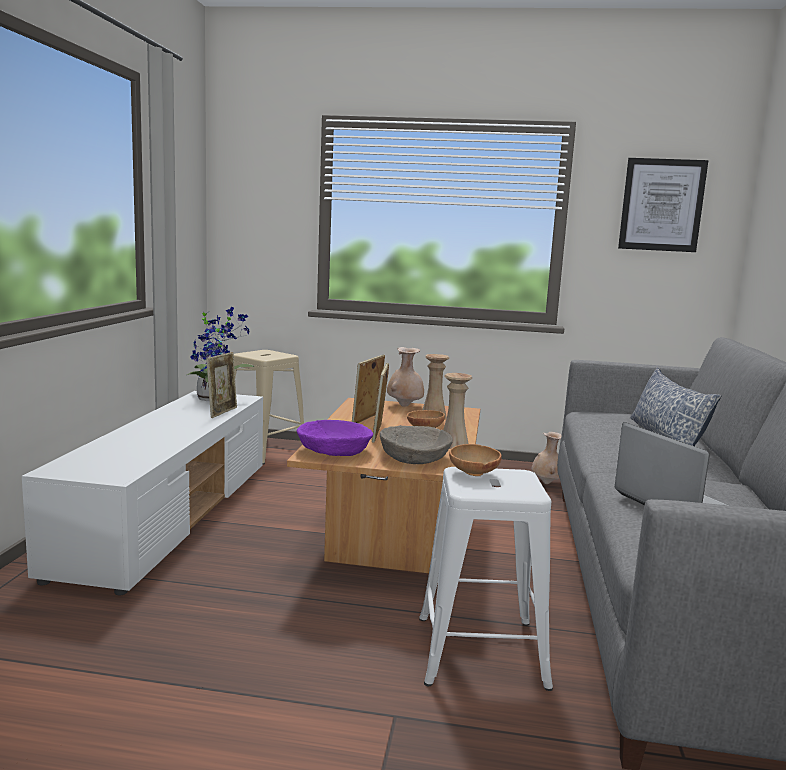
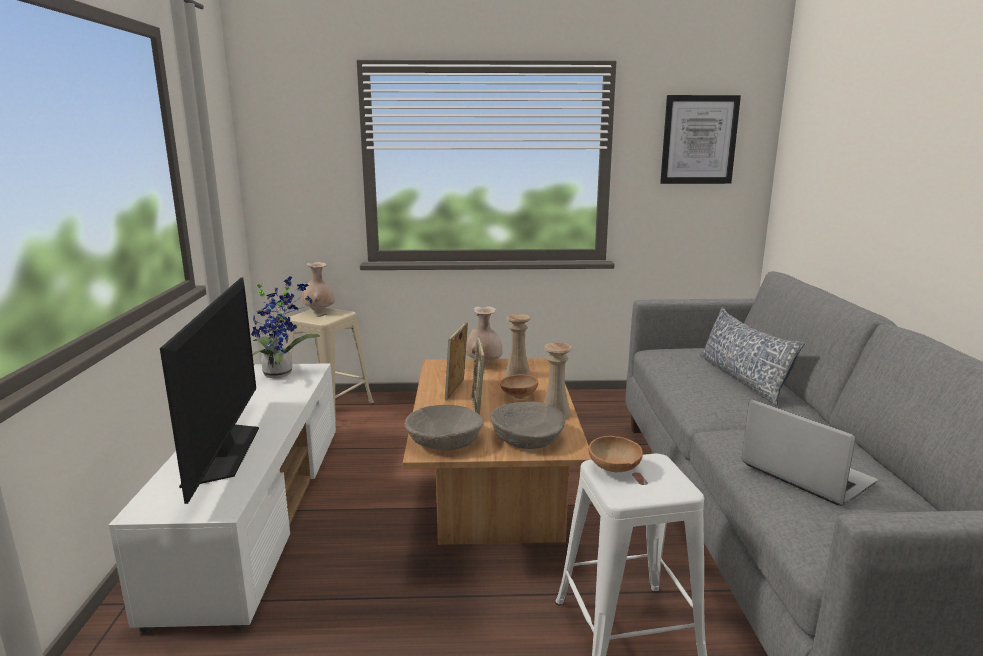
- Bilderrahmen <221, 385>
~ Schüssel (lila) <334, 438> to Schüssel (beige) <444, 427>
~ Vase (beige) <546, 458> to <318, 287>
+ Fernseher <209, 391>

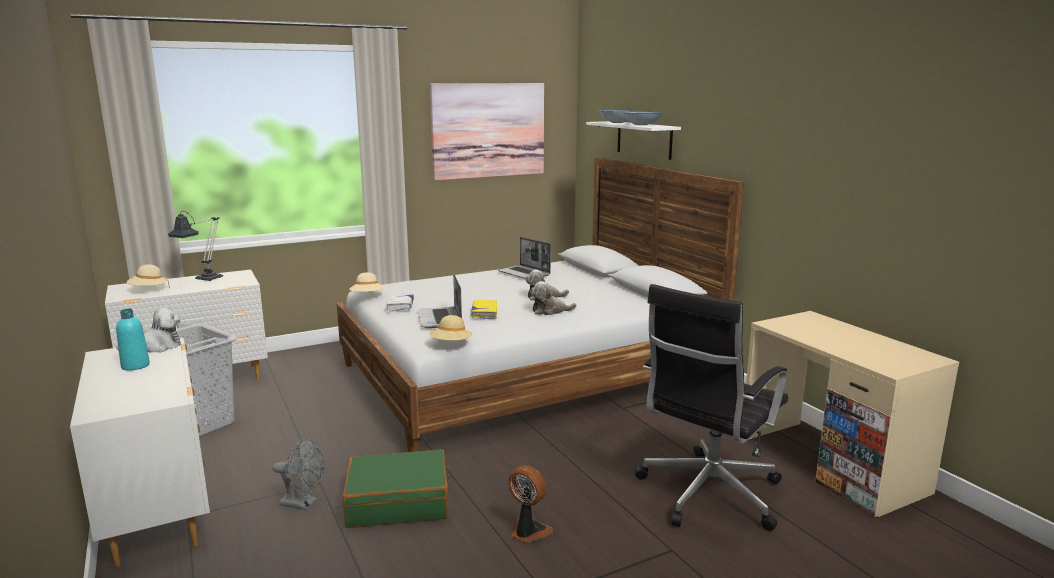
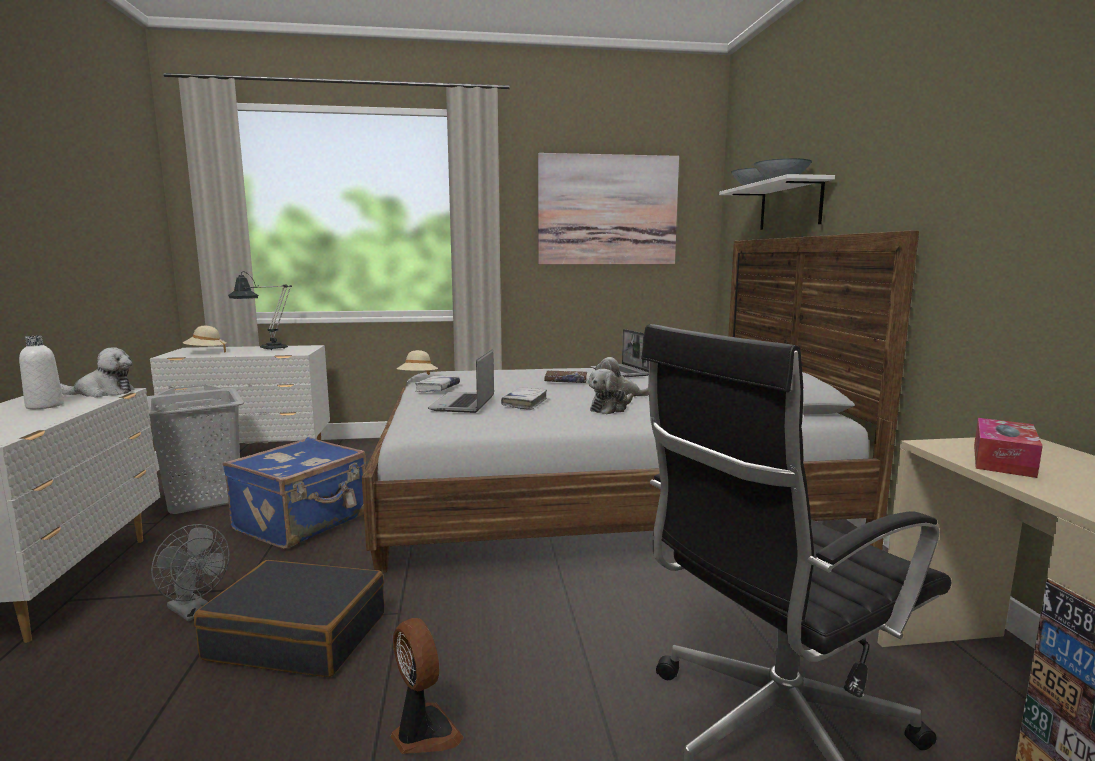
~ Flasche (türkis) <133, 340> to Flasche (weiß) <41, 372>
~ Koffer (grün) <395, 488> to Koffer (schwarz) <289, 618>
- Hut (beige) <450, 328>
~ Buch (gelb) <484, 309> to Buch (weiß) <524, 399>
~ Plüschtier <553, 298> = <610, 391> 60 degrees counterclockwise
+ Koffer (blau) <294, 493>
+ Buch (braun) <565, 376>
+ Taschentuchbox <1008, 448>

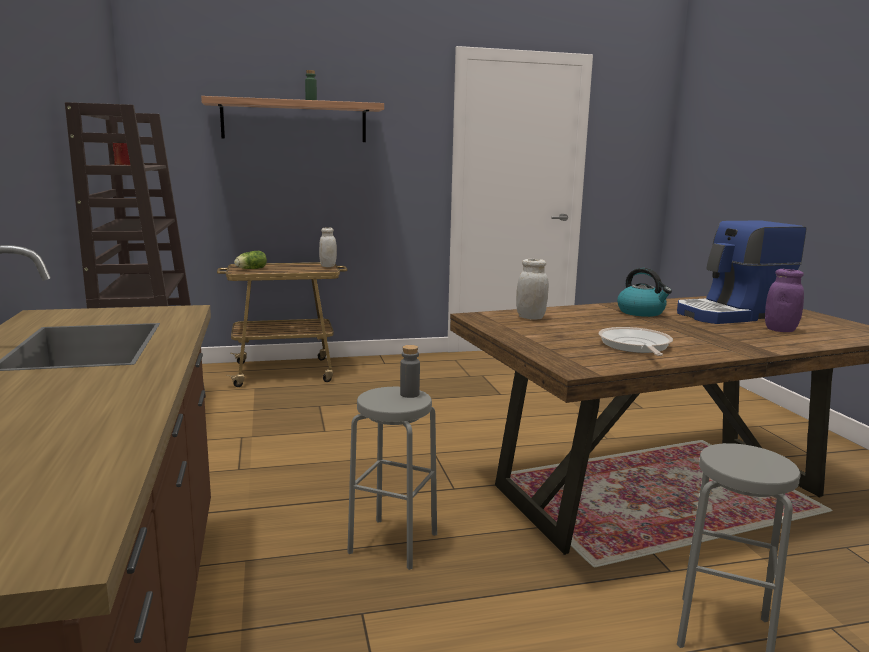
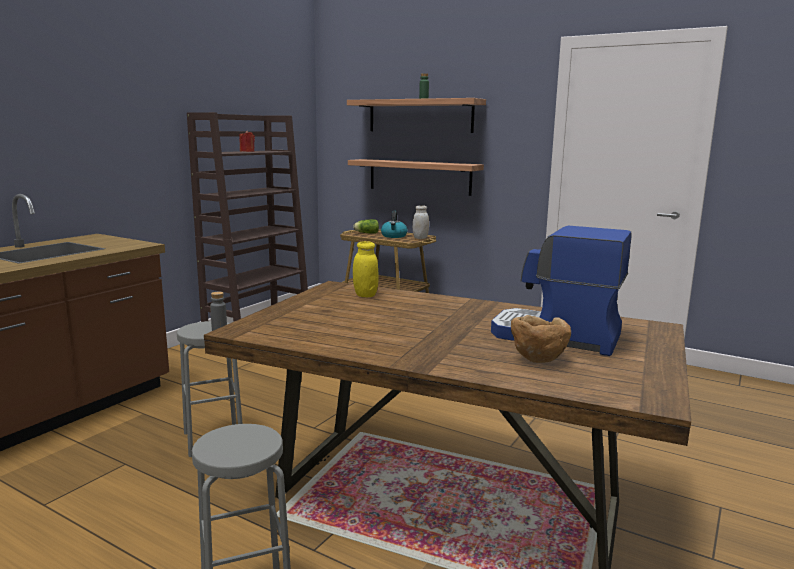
~ Vorratsglas (weiß) <532, 289> to Vorratsglas (gelb) <366, 269>
- Pfanne <635, 341>
~ Wasserkessel <644, 292> to <394, 224>
~ Vorratsglas (lila) <784, 300> to Schüssel (braun) <541, 339>
+ Wandregal <416, 177>

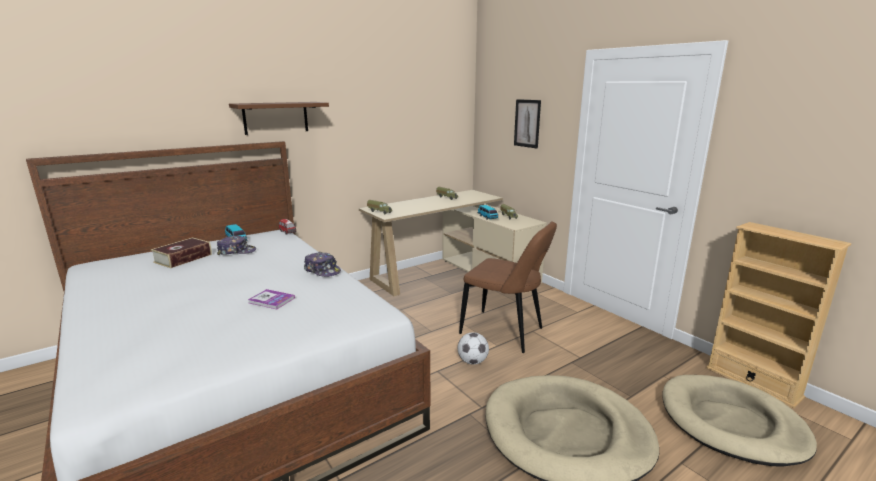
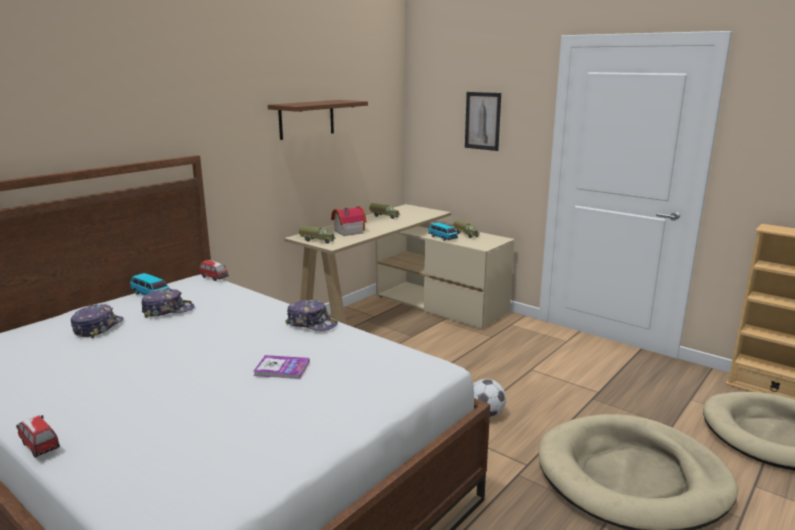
~ Buch <181, 252> to Kappe <97, 321>
~ Wandregal (braun) <279, 118> to <318, 120>
- Stuhl (braun) <508, 287>
+ Spielzeugauto <38, 436>
+ Spielzeughaus <348, 221>

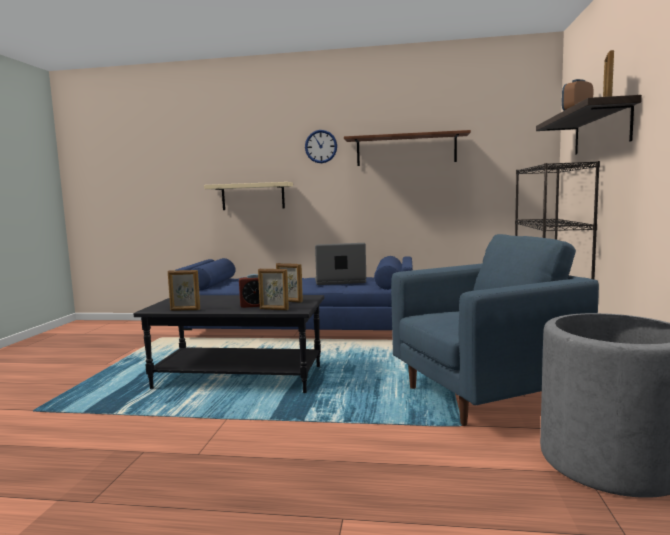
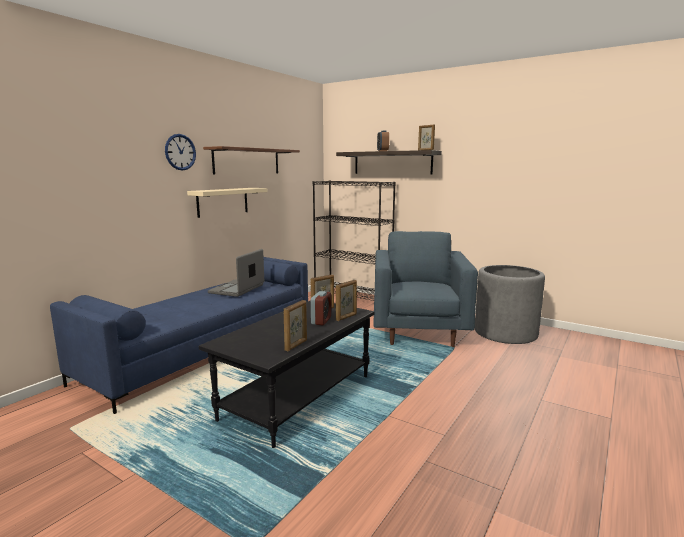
~ Wandregal (beige) <248, 196> to <227, 203>

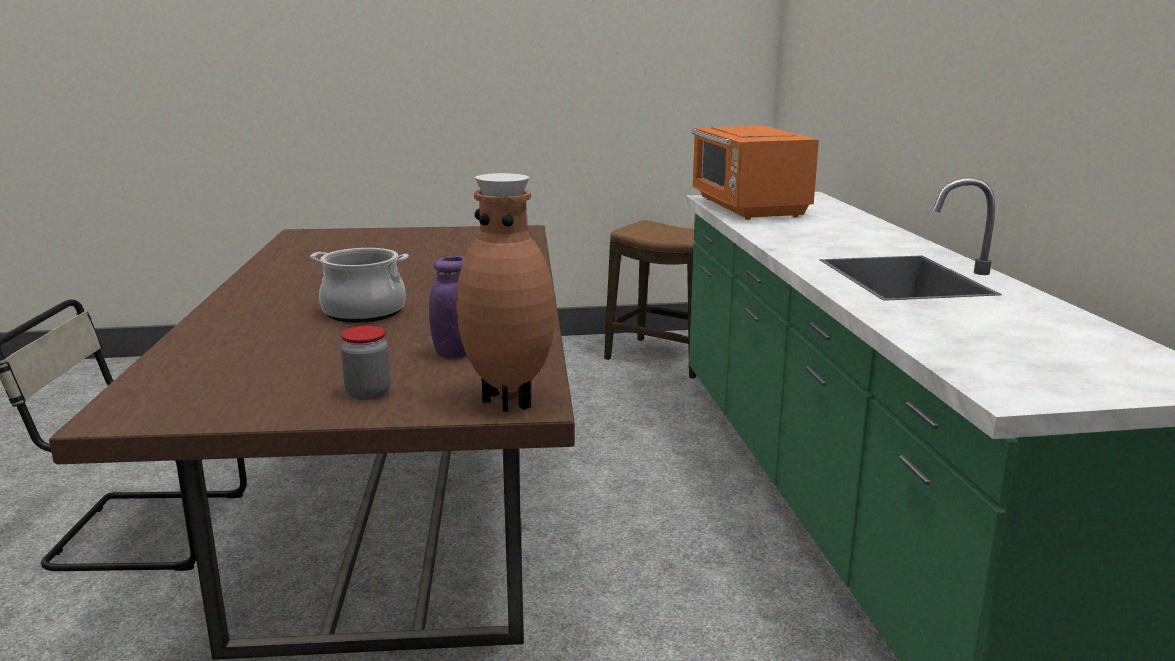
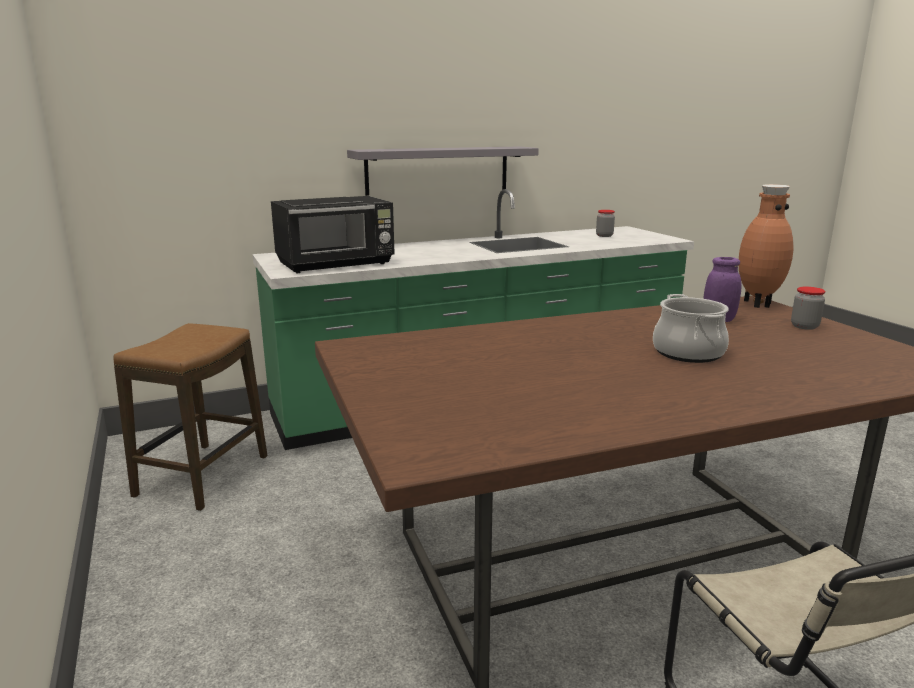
~ Mikrowelle (orange) <755, 173> to Mikrowelle (schwarz) <333, 234>
+ Wandregal (grau) <443, 171>
+ Vorratsglas <605, 223>

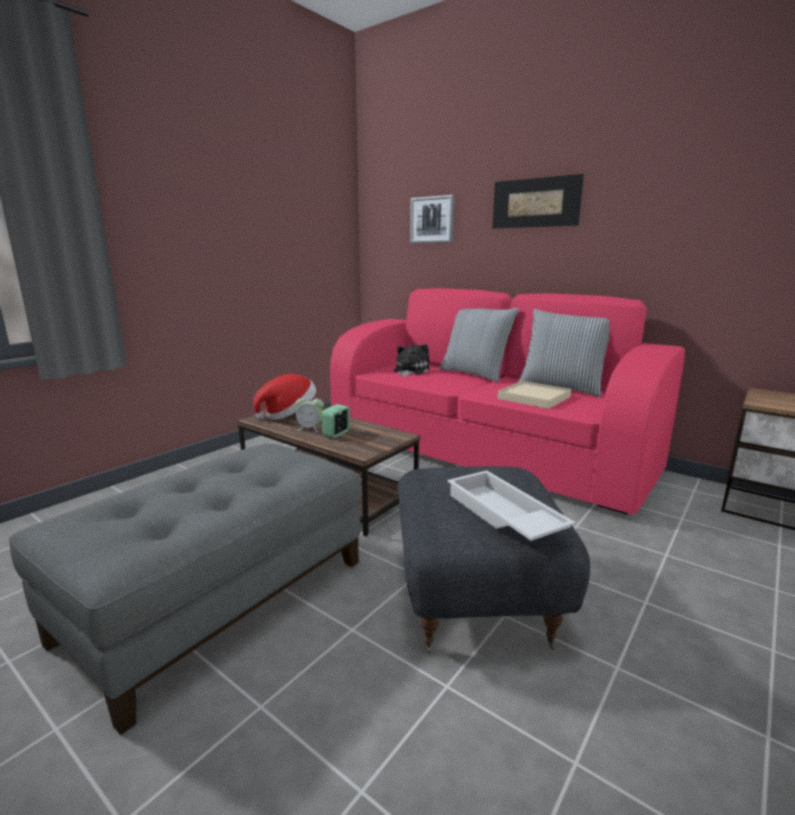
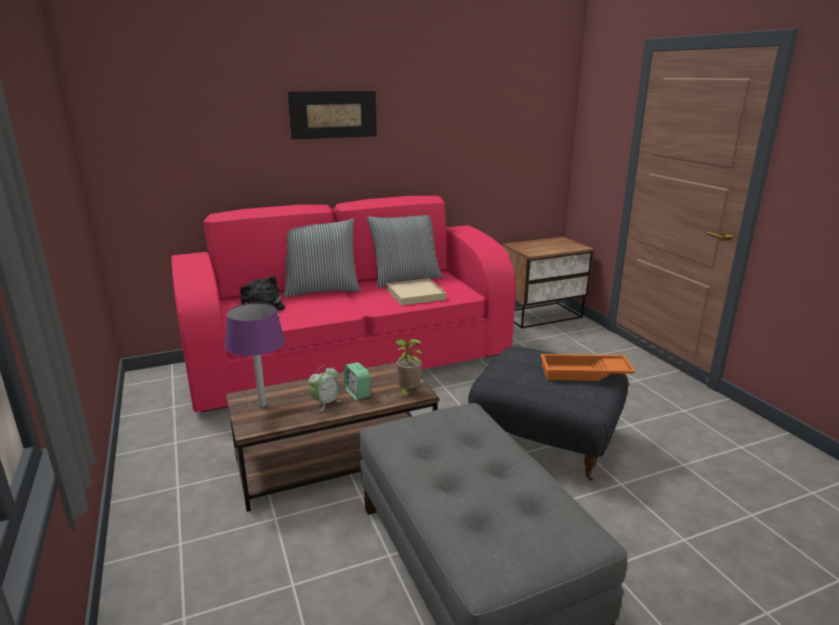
~ Hut <284, 397> to Tischlampe (lila) <255, 355>
- Bild <432, 219>
~ Tablett (weiß) <511, 505> to Tablett (orange) <588, 367>
+ Topfpflanze <408, 368>

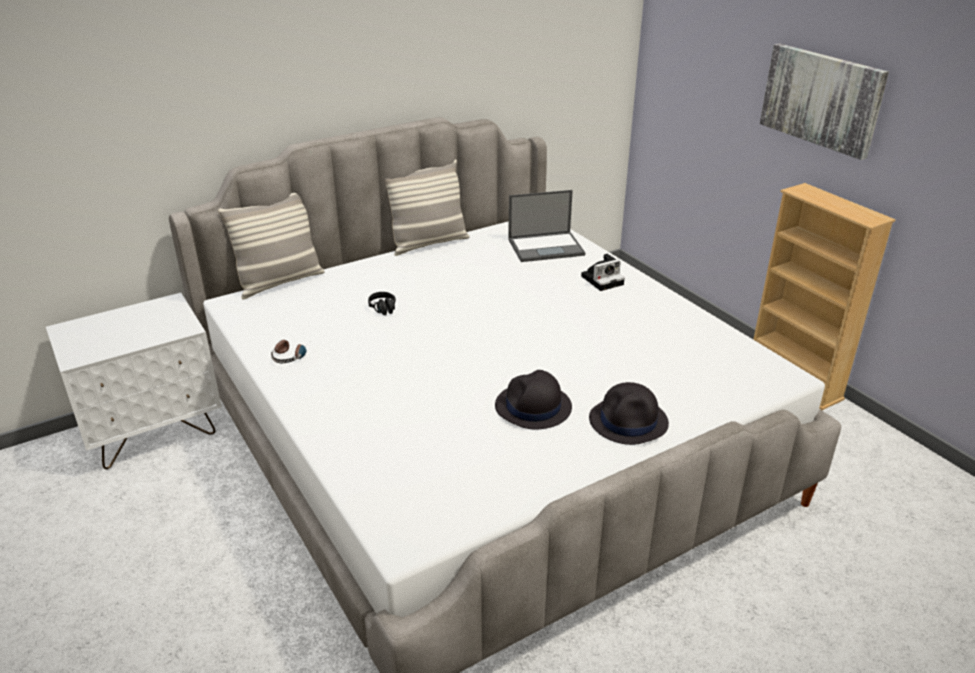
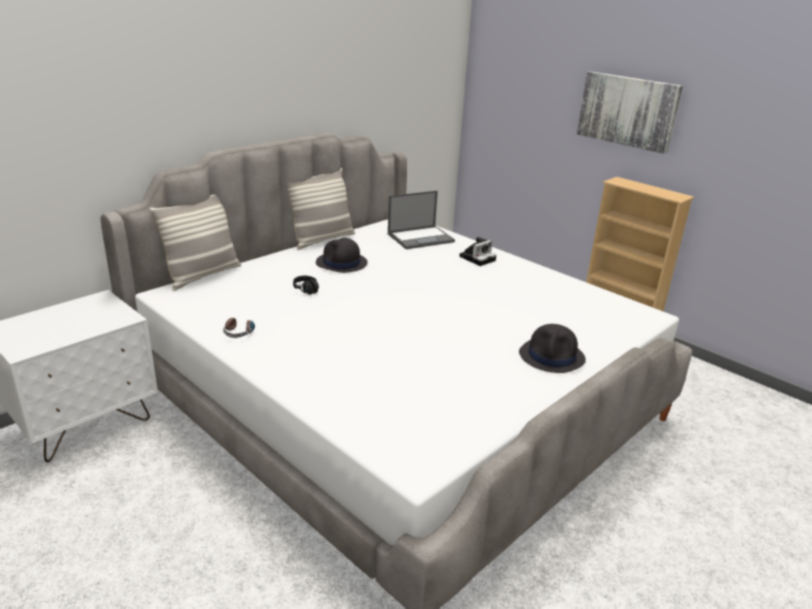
~ Hut (schwarz) <533, 399> to <342, 255>

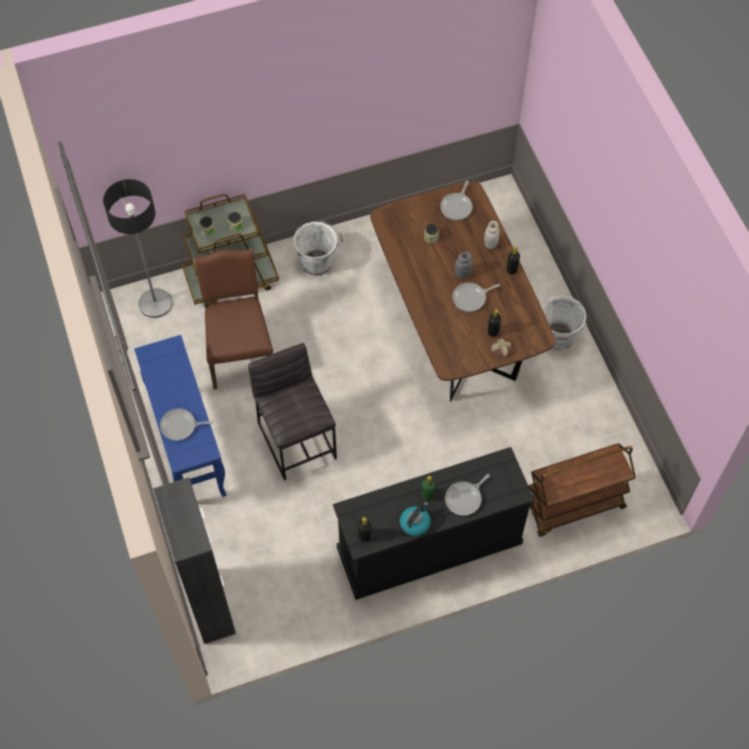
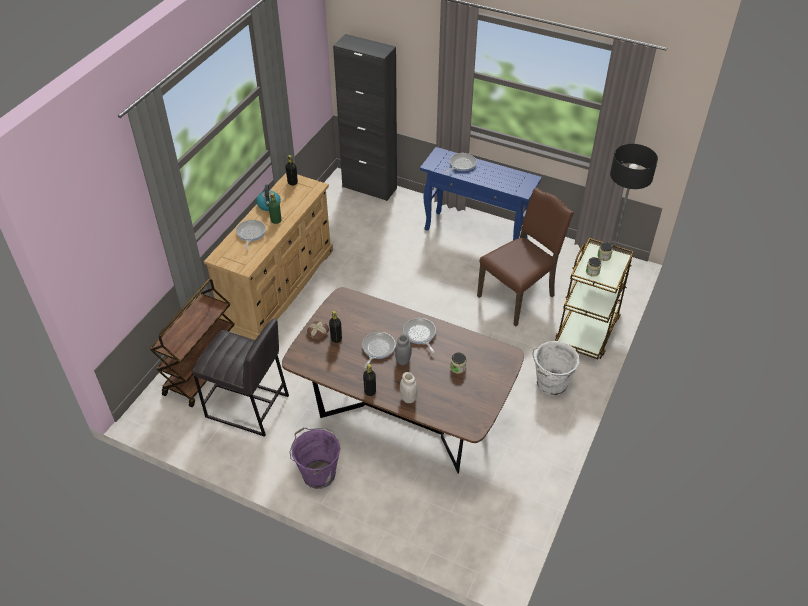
~ Stuhl (braun) <234, 319> = <525, 257> 75 degrees counterclockwise
~ Hocker (grau) <292, 411> to <241, 378>
~ Kommode (schwarz) <434, 523> to Kommode (beige) <268, 256>
~ Pfanne <456, 200> to <419, 335>
~ Eimer (weiß) <565, 322> to Eimer (lila) <315, 458>

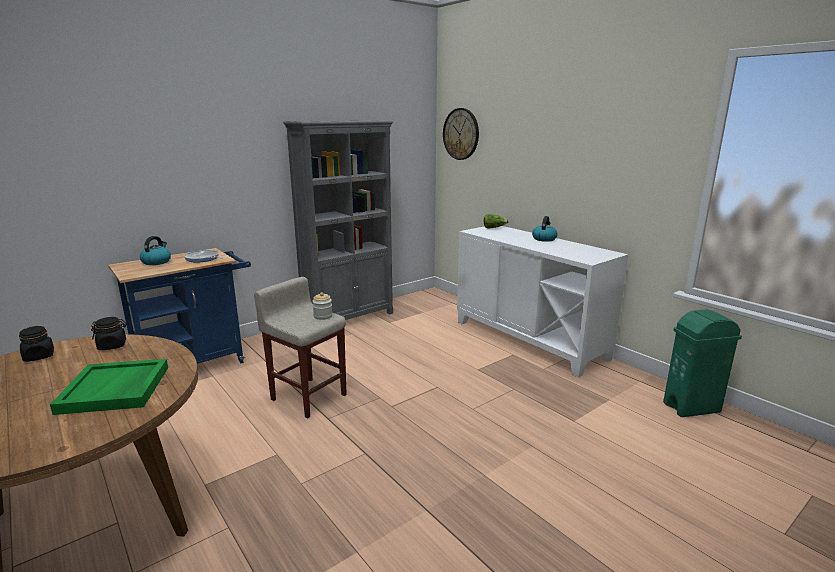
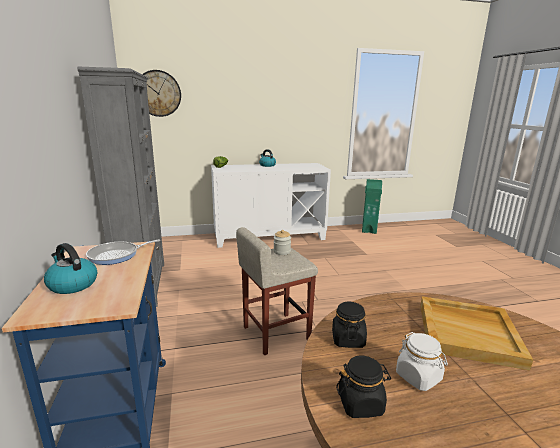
~ Tablett (grün) <109, 387> to Tablett (beige) <476, 333>
+ Vorratsglas (weiß) <422, 361>

